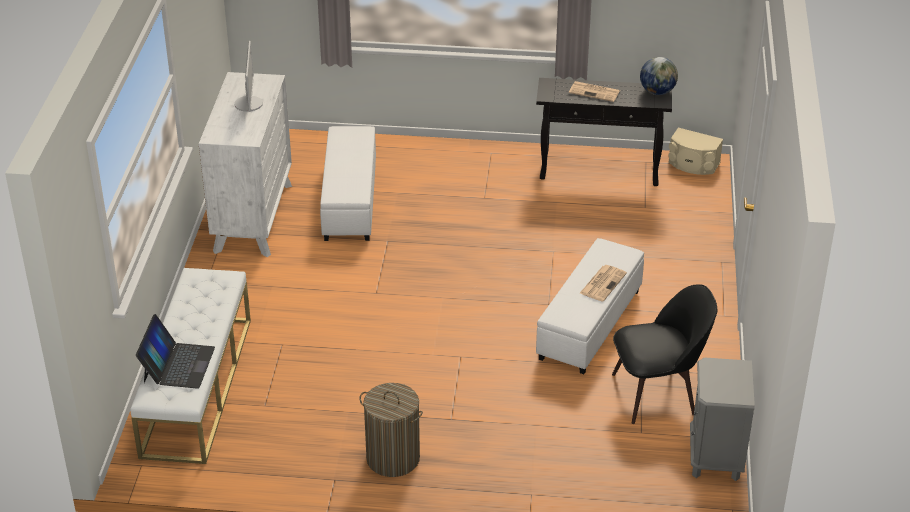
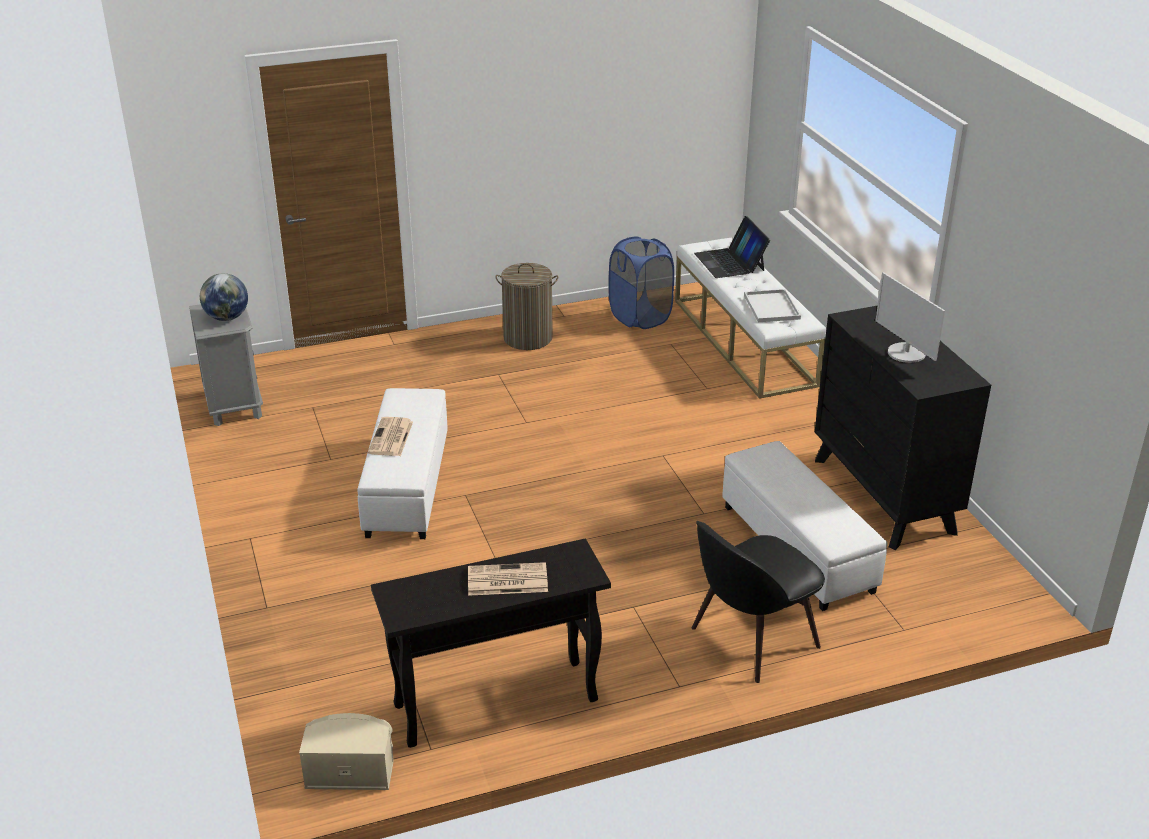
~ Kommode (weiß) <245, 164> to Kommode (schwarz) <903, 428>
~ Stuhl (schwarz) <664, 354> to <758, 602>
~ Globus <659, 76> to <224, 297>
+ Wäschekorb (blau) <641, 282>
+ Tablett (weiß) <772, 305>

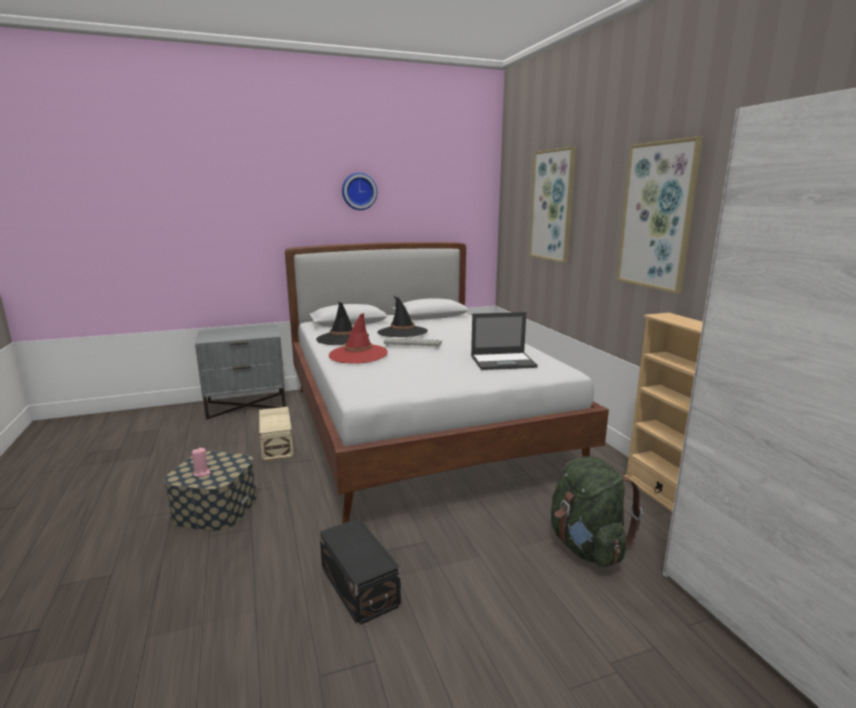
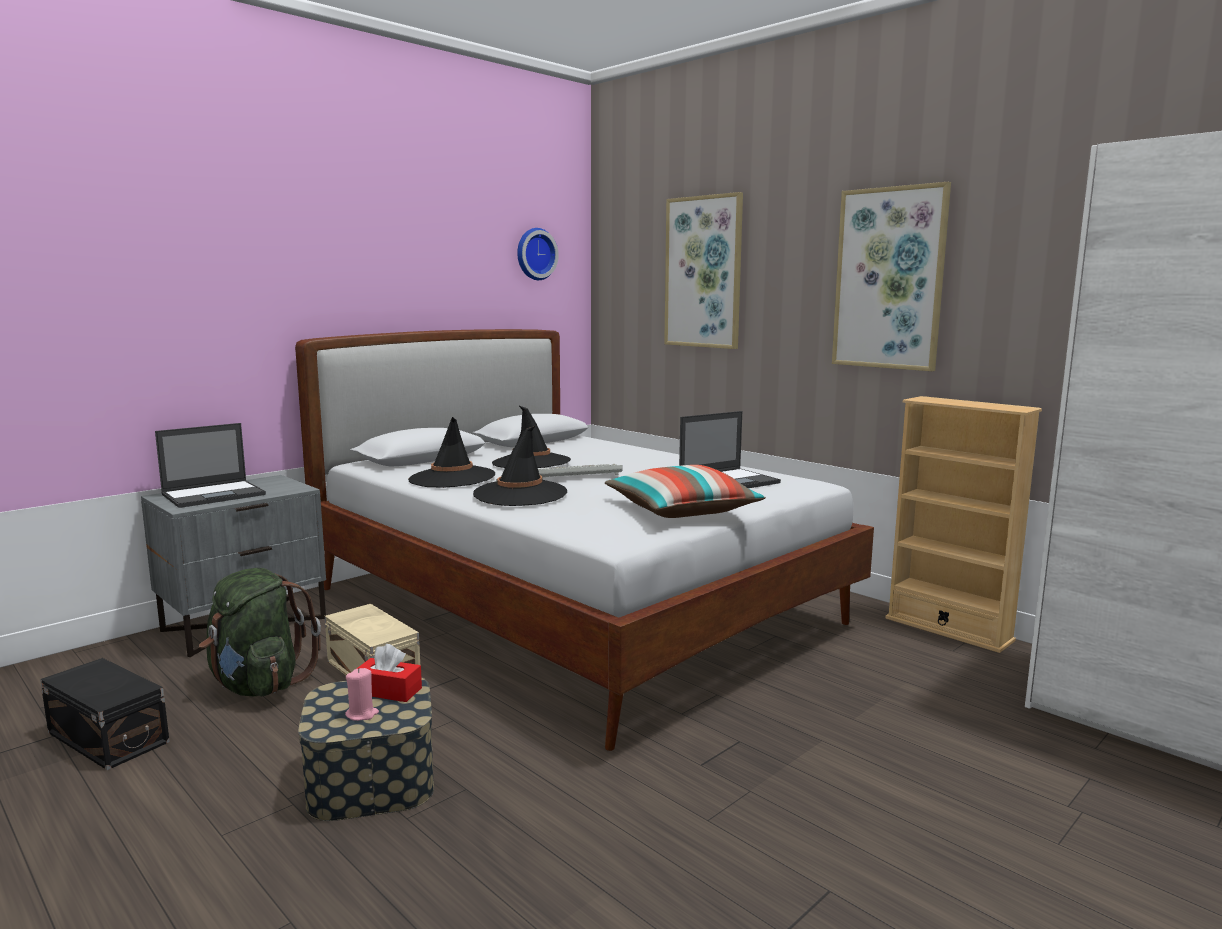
~ Aufbewahrungsbox (schwarz) <360, 572> to <105, 714>
~ Hut (rot) <358, 338> to Hut (schwarz) <520, 465>
~ Wanduhr <359, 191> to <538, 254>
~ Rucksack (grün) <597, 511> to <260, 632>
+ Laptop <210, 465>
+ Taschentuchbox (rot) <389, 673>
+ Kissen <685, 491>

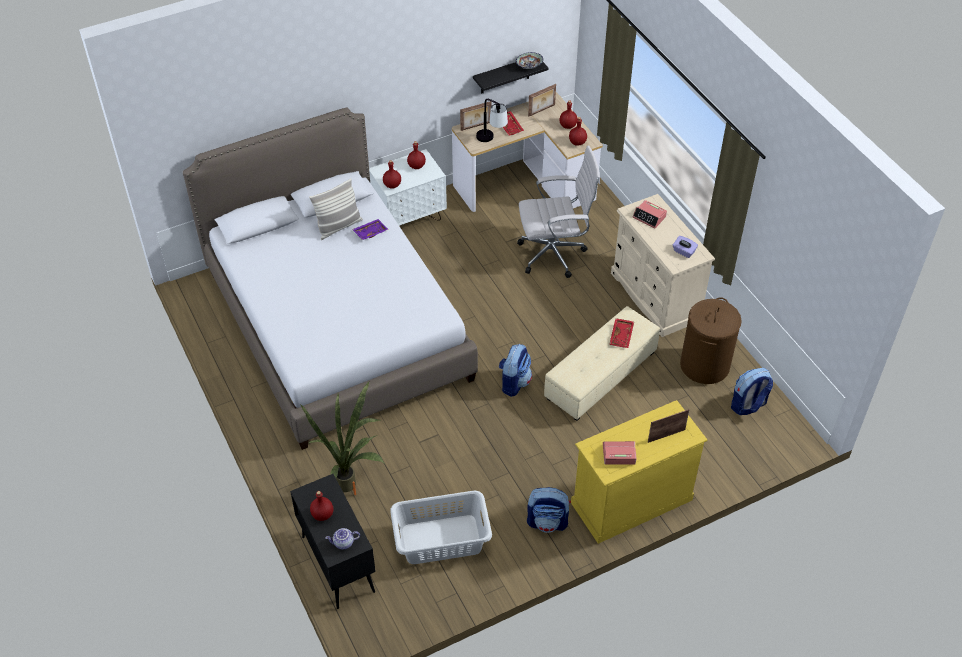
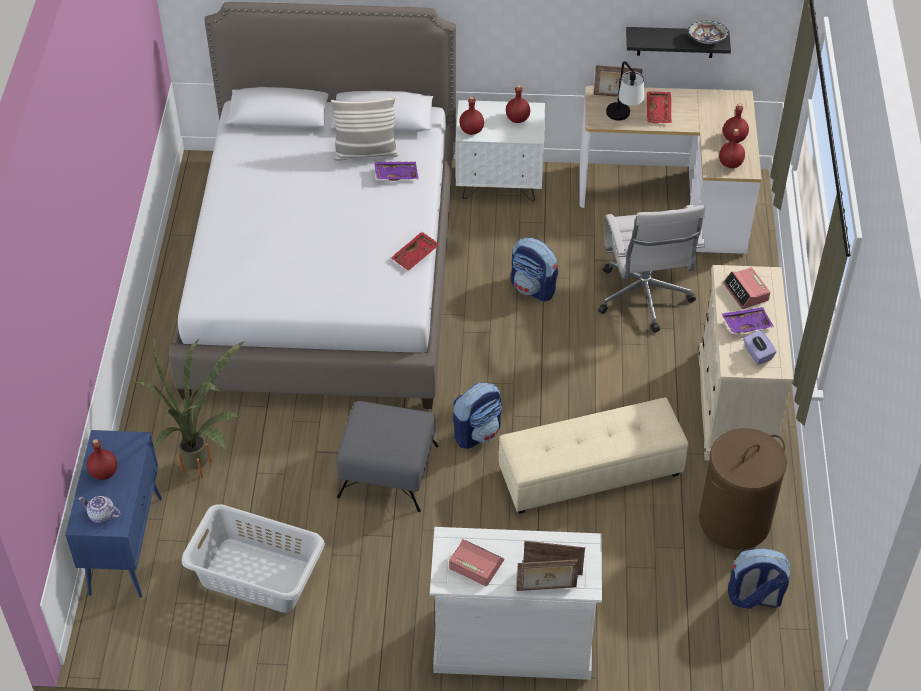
~ Schrank (schwarz) <333, 541> to Schrank (blau) <113, 514>
~ Bürostuhl (weiß) <558, 211> = <651, 269> 60 degrees clockwise
~ Rucksack <549, 510> to <534, 269>
~ Bilderrahmen <542, 100> to <548, 575>
~ Kommode (gelb) <639, 472> to Kommode (weiß) <516, 603>
~ Tablett (rot) <621, 333> to <415, 251>
+ Polsterhocker (grau) <387, 456>
+ Tablett (lila) <747, 320>

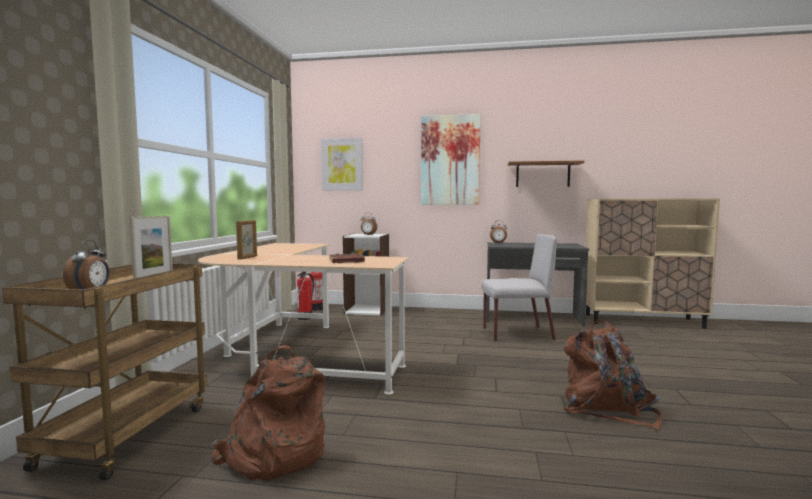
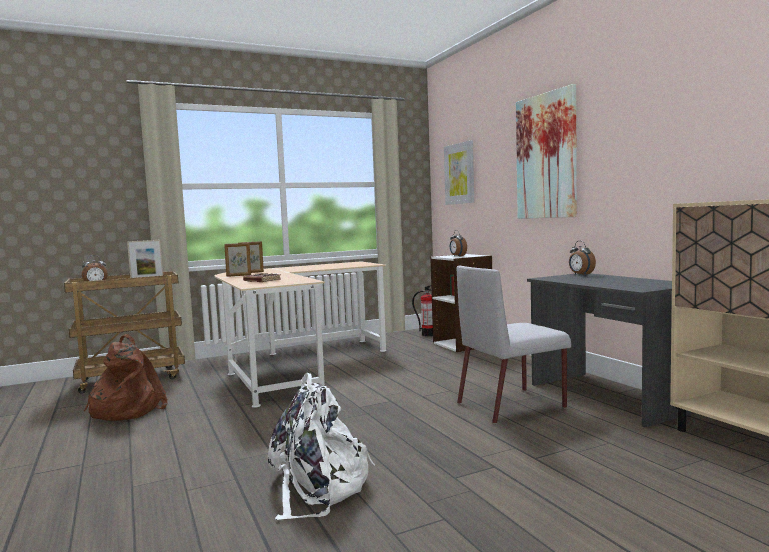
- Feuerlöscher <305, 296>
~ Stuhl (grau) <519, 288> = <514, 345> 105 degrees clockwise
- Wandregal (braun) <546, 173>
~ Rucksack (braun) <613, 375> to Rucksack (weiß) <321, 446>
+ Bilderrahmen <237, 260>

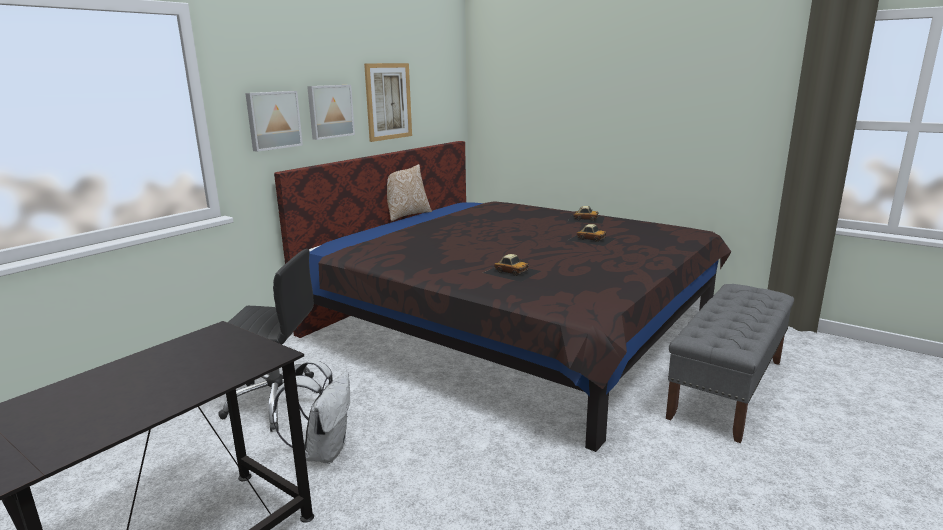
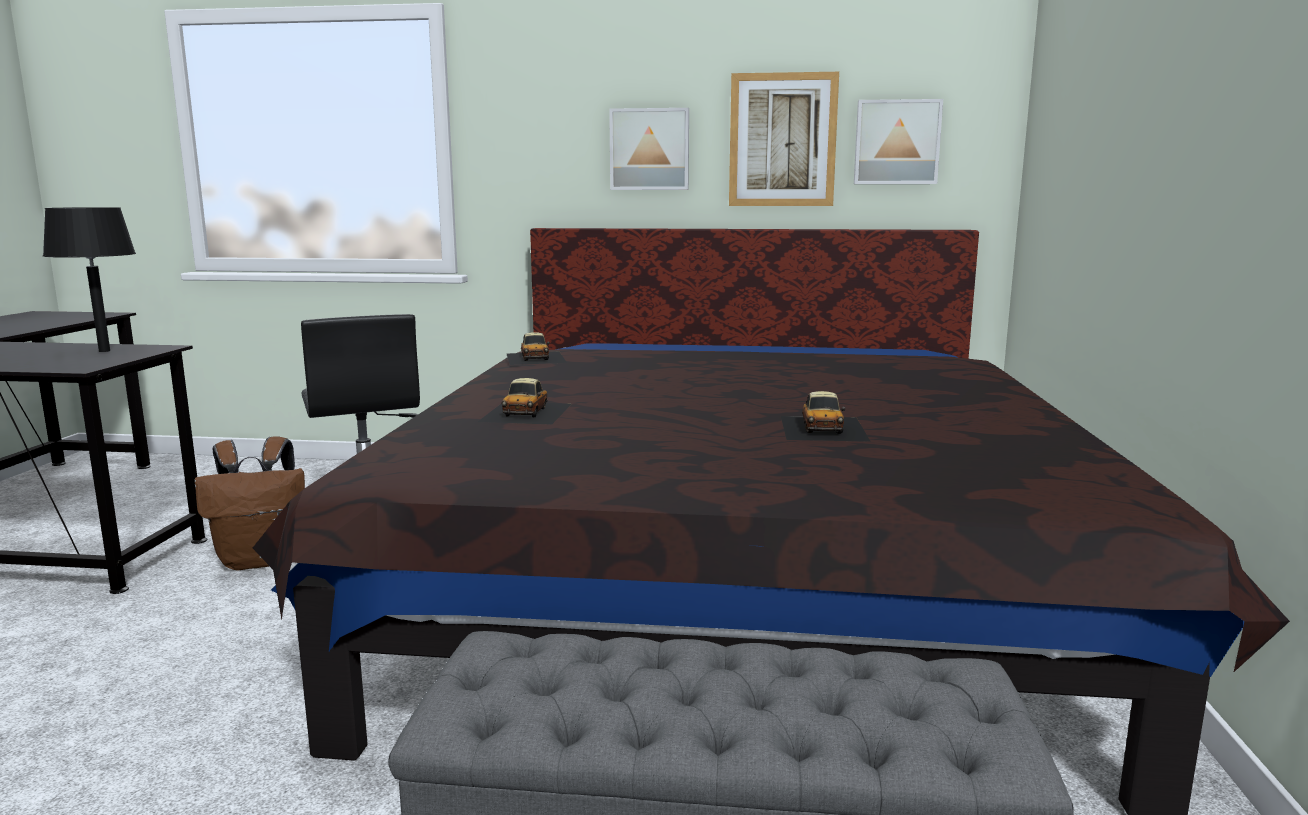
~ Bild <274, 121> to <898, 141>
~ Rucksack (weiß) <311, 412> to Rucksack (braun) <250, 503>
- Kissen <409, 192>
~ Spielzeugauto <586, 215> to <537, 348>
+ Tischlampe (schwarz) <89, 279>

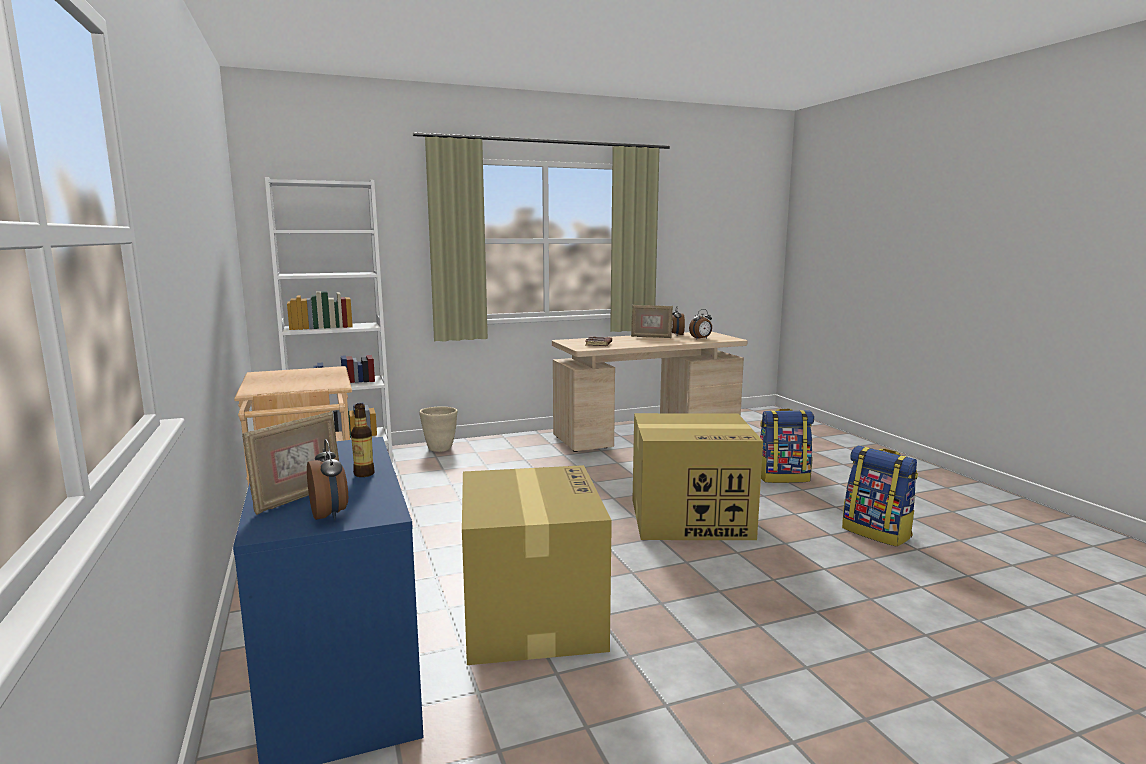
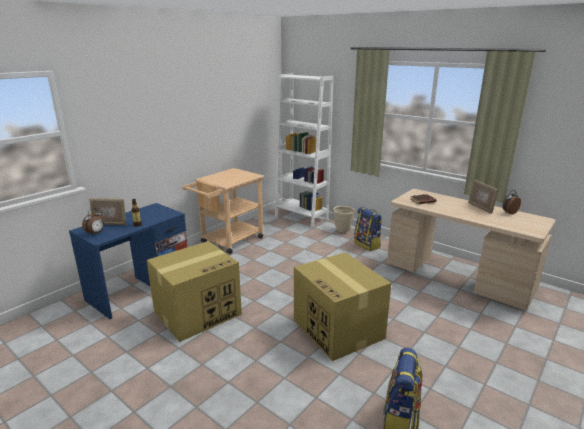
- Wecker <700, 324>
~ Rucksack <787, 446> to <368, 229>

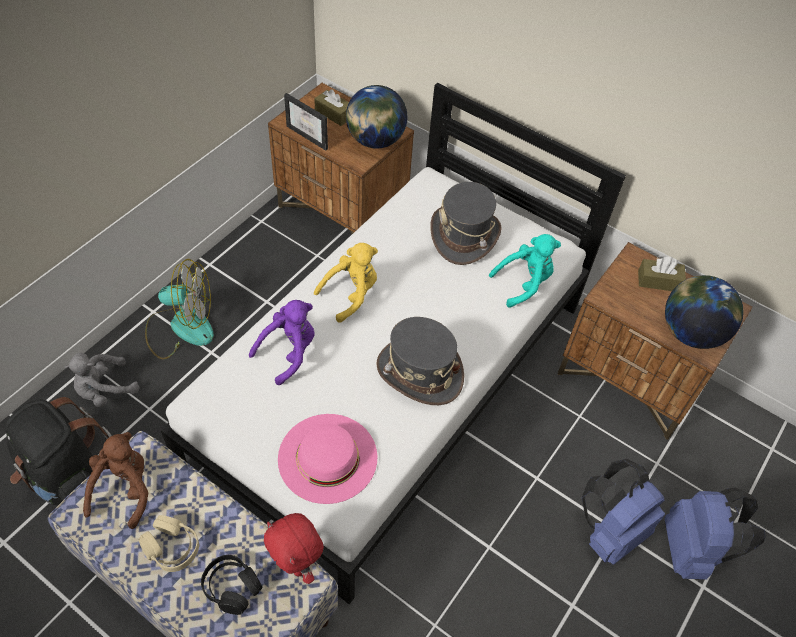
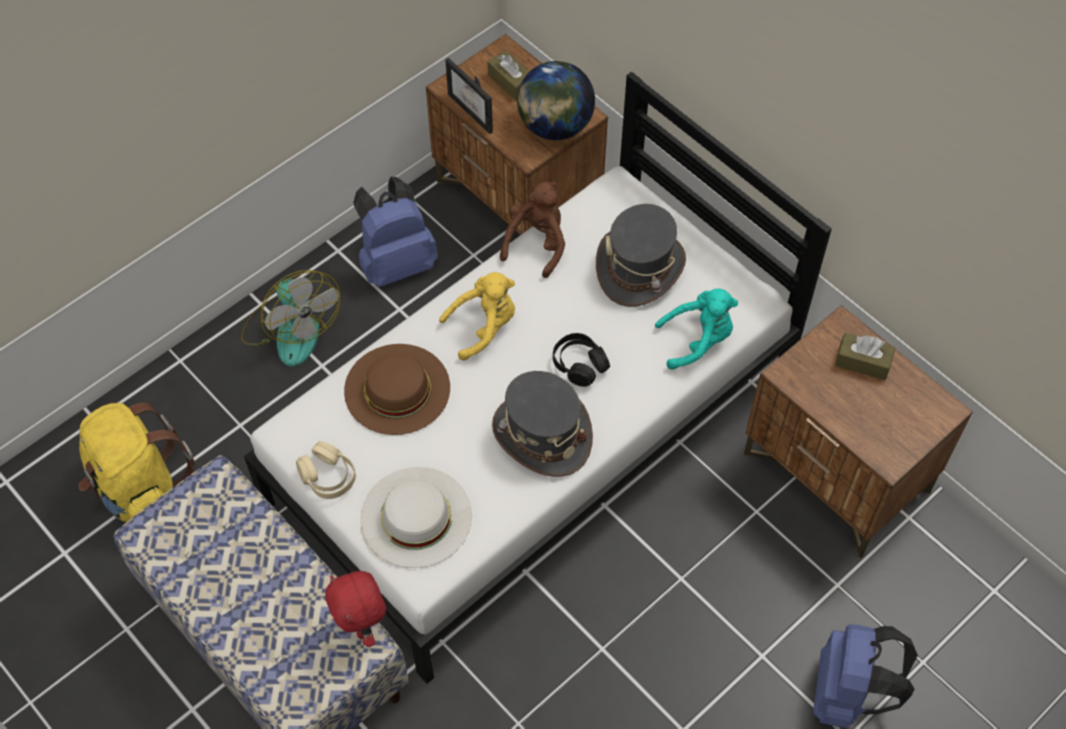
~ Rucksack (schwarz) <59, 451> to Rucksack (gelb) <136, 462>
- Plüschtier (grau) <102, 380>
~ Plüschtier (braun) <115, 480> to <532, 229>
~ Kopfhörer (beige) <168, 543> to <326, 470>
~ Ventilator <179, 309> = <290, 318> 45 degrees clockwise
~ Kopfhörer (schwarz) <232, 585> to <581, 360>
~ Plüschtier (lila) <282, 342> to Hut (braun) <397, 389>
~ Hut (rosa) <327, 459> to Hut (weiß) <416, 517>
~ Rucksack (blau) <623, 511> to <395, 232>
- Globus <704, 312>

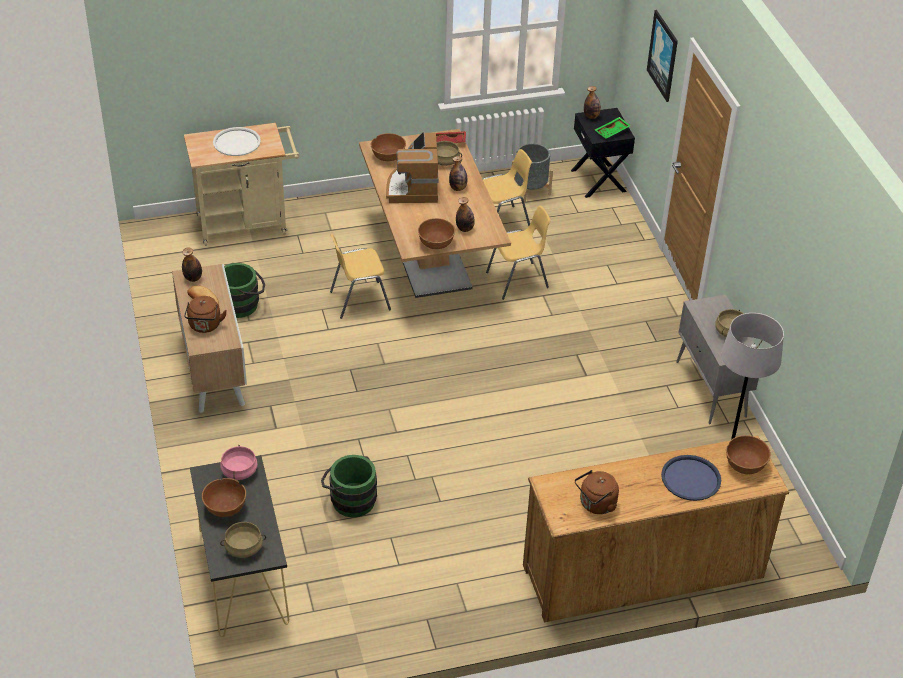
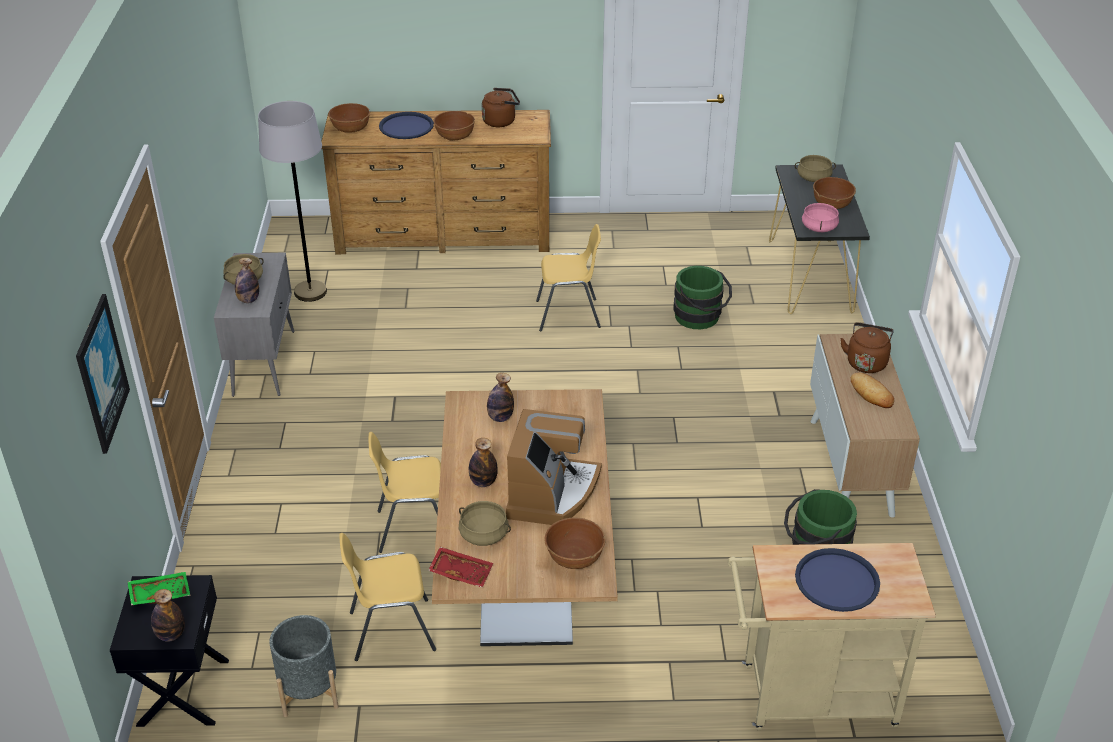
~ Flasche <192, 264> to <247, 280>
~ Tablett (weiß) <237, 141> to Tablett (blau) <837, 580>
~ Stuhl (gelb) <360, 276> to <568, 278>
~ Schüssel (braun) <436, 233> to <454, 126>

